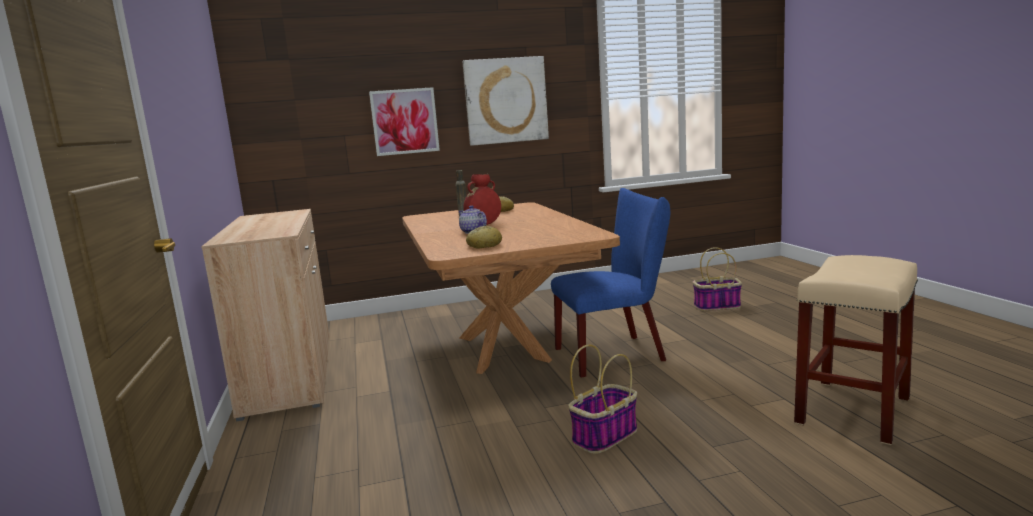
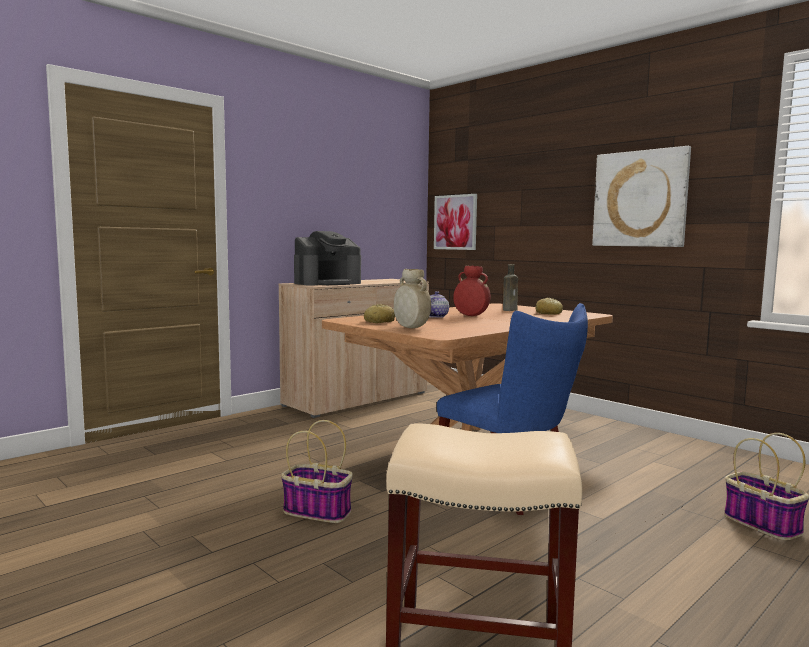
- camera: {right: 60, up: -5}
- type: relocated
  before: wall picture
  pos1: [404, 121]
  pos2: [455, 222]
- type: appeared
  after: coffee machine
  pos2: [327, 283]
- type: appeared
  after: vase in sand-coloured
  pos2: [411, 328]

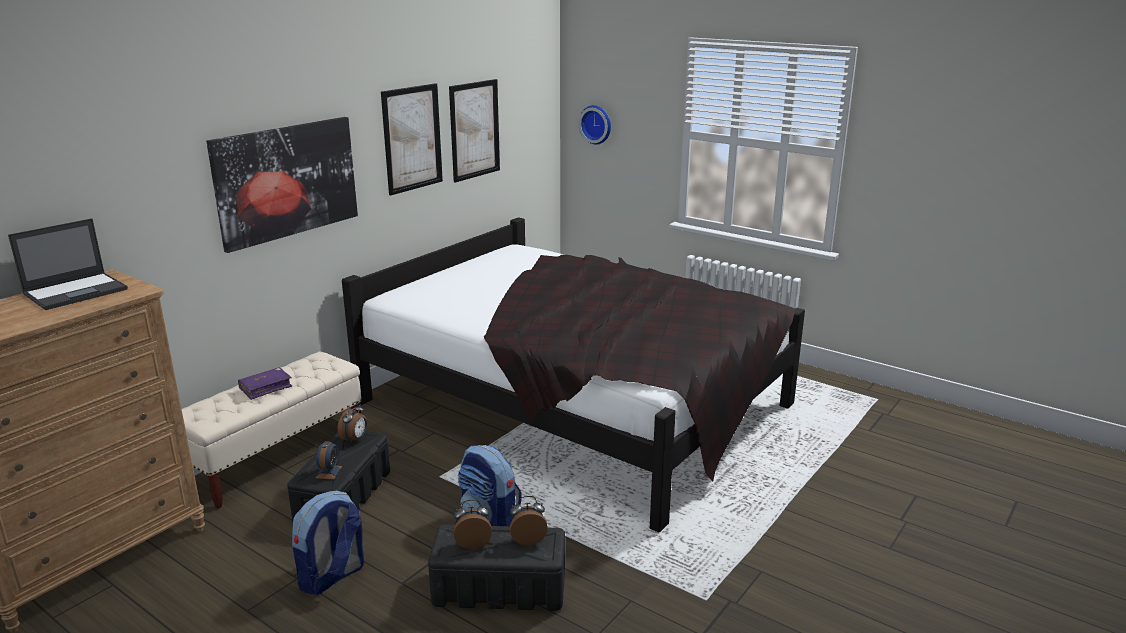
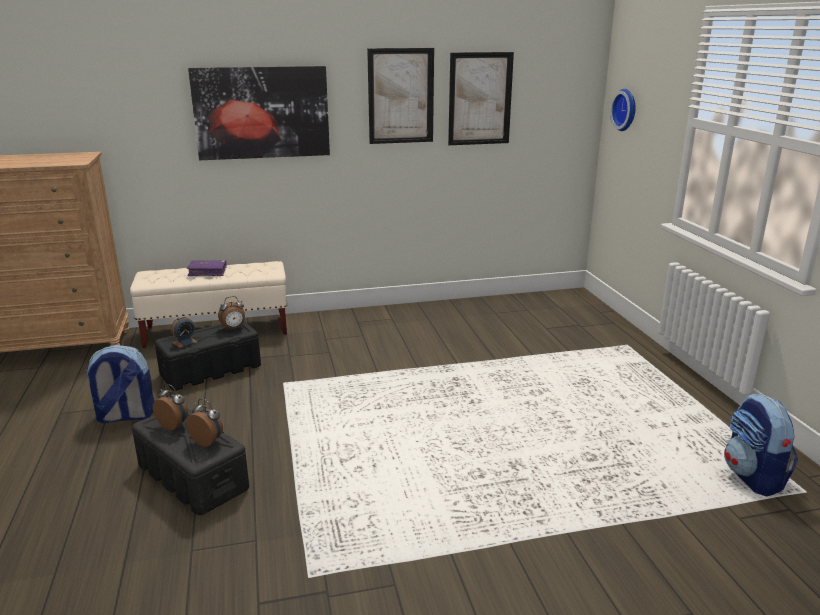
- camera: {right: 40, up: 0}
- type: missing
  before: bed in blackish
  pos1: [577, 403]
- type: missing
  before: notebook computer
  pos1: [77, 291]
- type: relocated
  before: rucksack
  pos1: [490, 522]
  pos2: [753, 477]

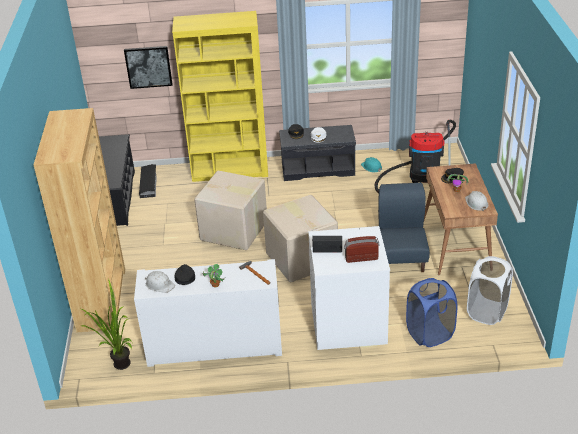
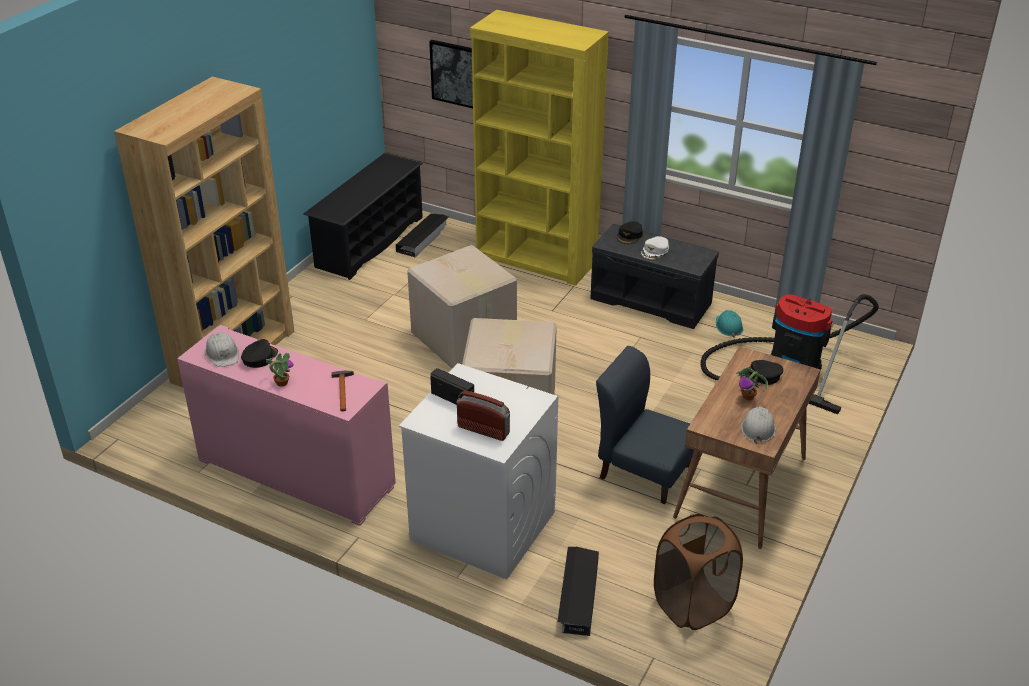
- camera: {right: 30, up: 0}
- type: spun
  before: upright chair in bluish
  pos1: [402, 259]
  pos2: [644, 471]
  turn: -90
- type: colour
  before: washing basket in whitish
  after: washing basket in brown
  pos1: [487, 312]
  pos2: [692, 605]
- type: colour
  before: storage cabinet in whitish
  after: storage cabinet in pink-coloured
  pos1: [214, 346]
  pos2: [296, 473]
- type: exchanged
  before: washing basket in bluish
  after: storage container in blackish
  pos1: [429, 334]
  pos2: [577, 595]
- type: missing
  before: plant in a pot
  pos1: [118, 366]

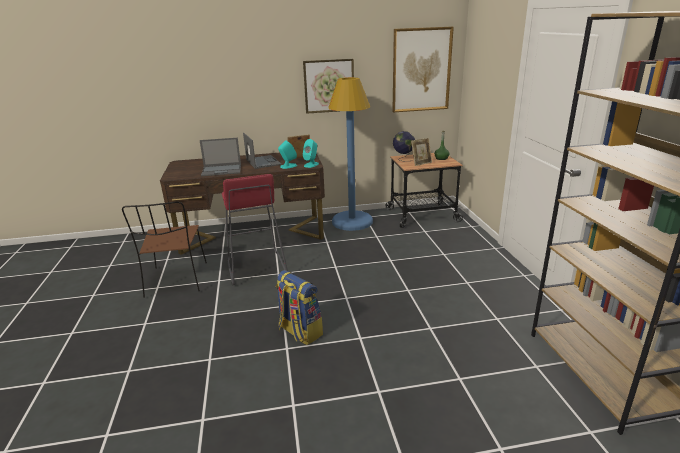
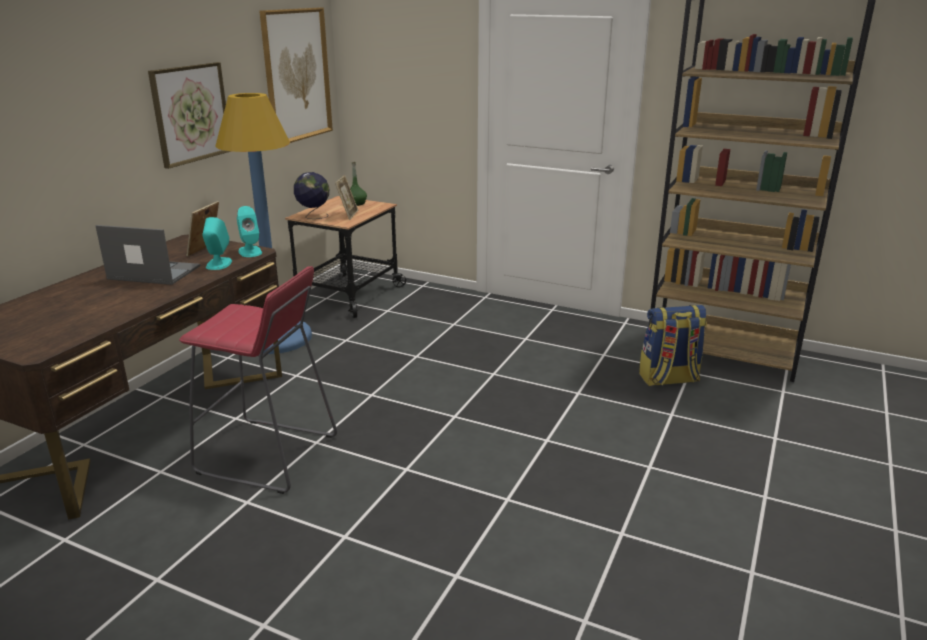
- camera: {right: -55, up: 0}
- type: missing
  before: notebook computer
  pos1: [222, 170]
- type: missing
  before: upright chair in brown
  pos1: [176, 280]
- type: relocated
  before: rucksack
  pos1: [299, 332]
  pos2: [668, 379]

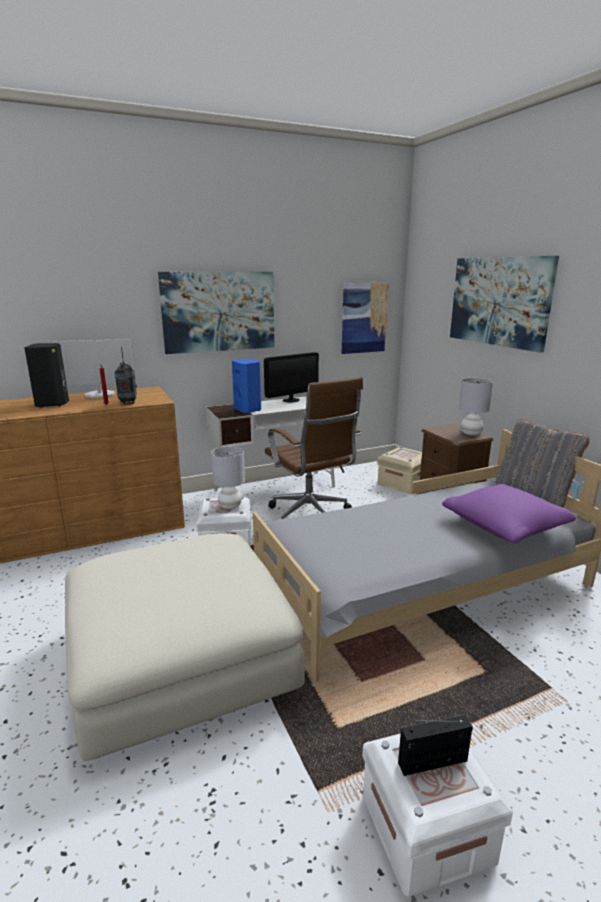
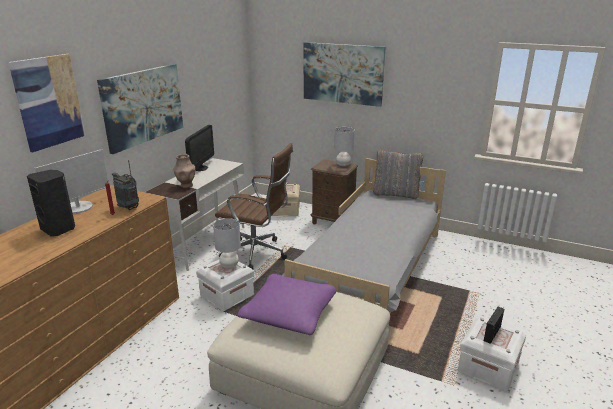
- camera: {right: -40, up: 5}
- type: relocated
  before: wall picture
  pos1: [364, 318]
  pos2: [48, 101]
- type: exchanged
  before: audio speaker in bluish
  after: vase in brown
  pos1: [248, 410]
  pos2: [186, 185]
- type: relocated
  before: pillow in purple-coloured
  pos1: [505, 526]
  pos2: [289, 314]

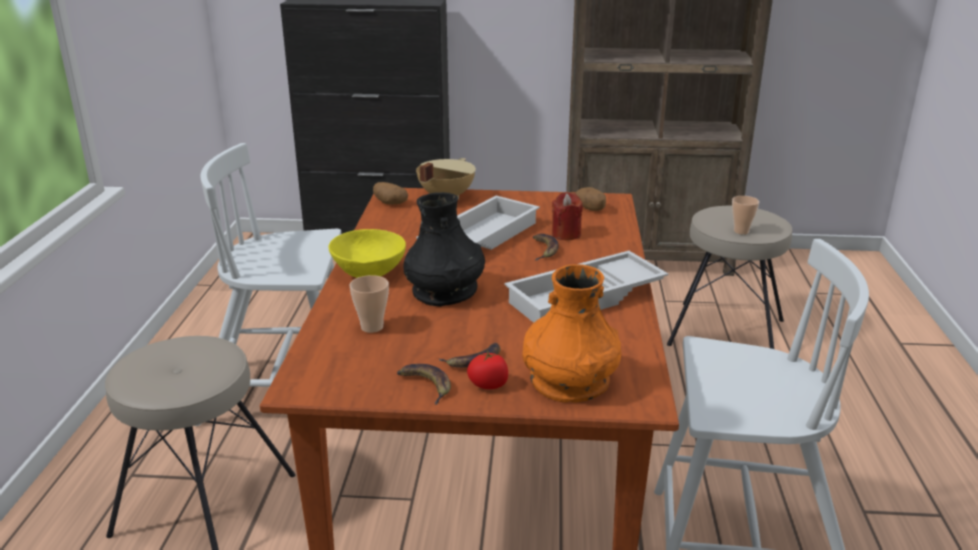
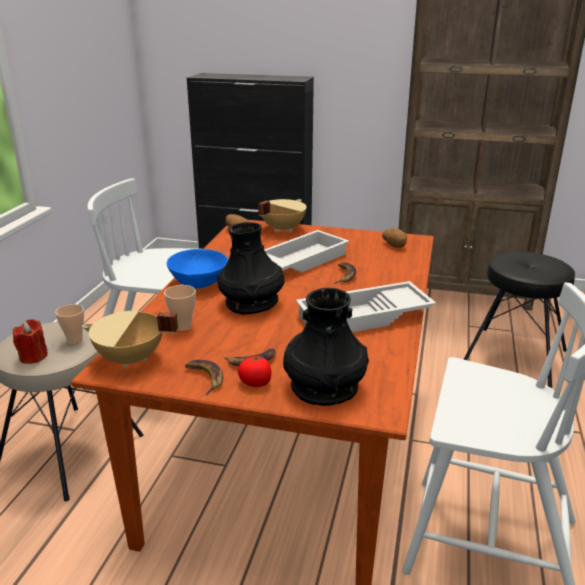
- camera: {right: 10, up: 0}
- type: relocated
  before: candle in red-coloured
  pos1: [566, 234]
  pos2: [33, 356]
- type: relocated
  before: drinking cup
  pos1: [741, 231]
  pos2: [75, 340]
- type: colour
  before: sitting stool in sand-coloured
  after: sitting stool in blackish
  pos1: [726, 331]
  pos2: [515, 355]
- type: colour
  before: deep dish in yellow-coloured
  after: deep dish in bluish
  pos1: [369, 272]
  pos2: [199, 283]
- type: colour
  before: vase in orange-coloured
  after: vase in blackish
  pos1: [569, 380]
  pos2: [324, 386]
- type: appeared
  after: cooking pot in sand-coloured
  pos2: [130, 360]

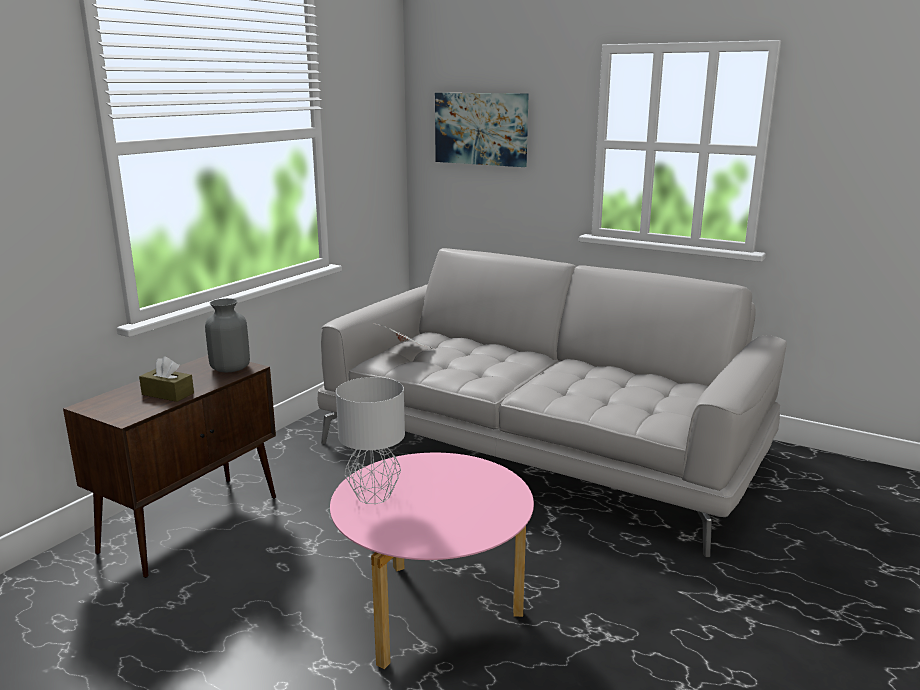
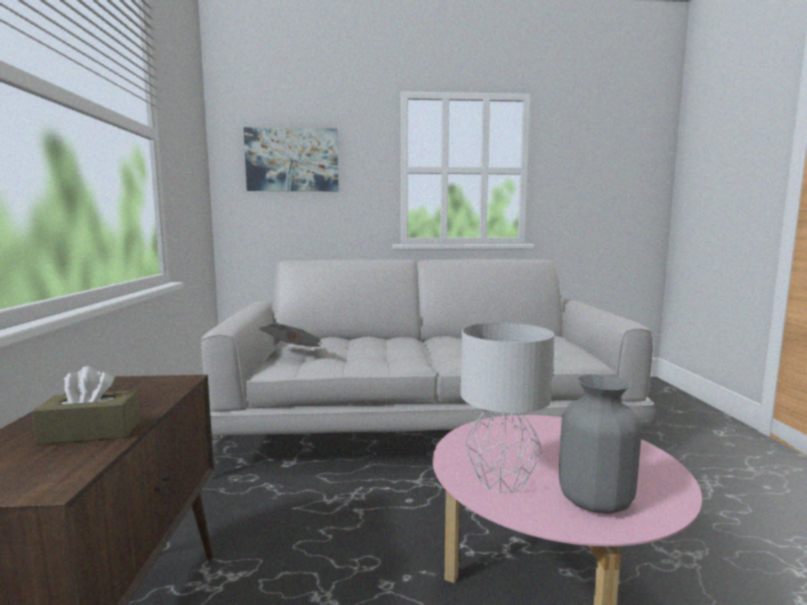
- camera: {right: -35, up: -10}
- type: relocated
  before: vase in greyish
  pos1: [230, 368]
  pos2: [595, 500]

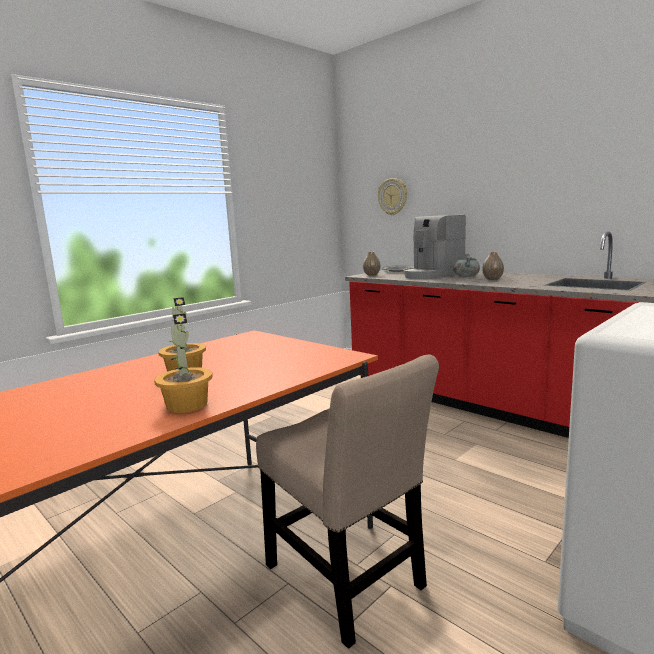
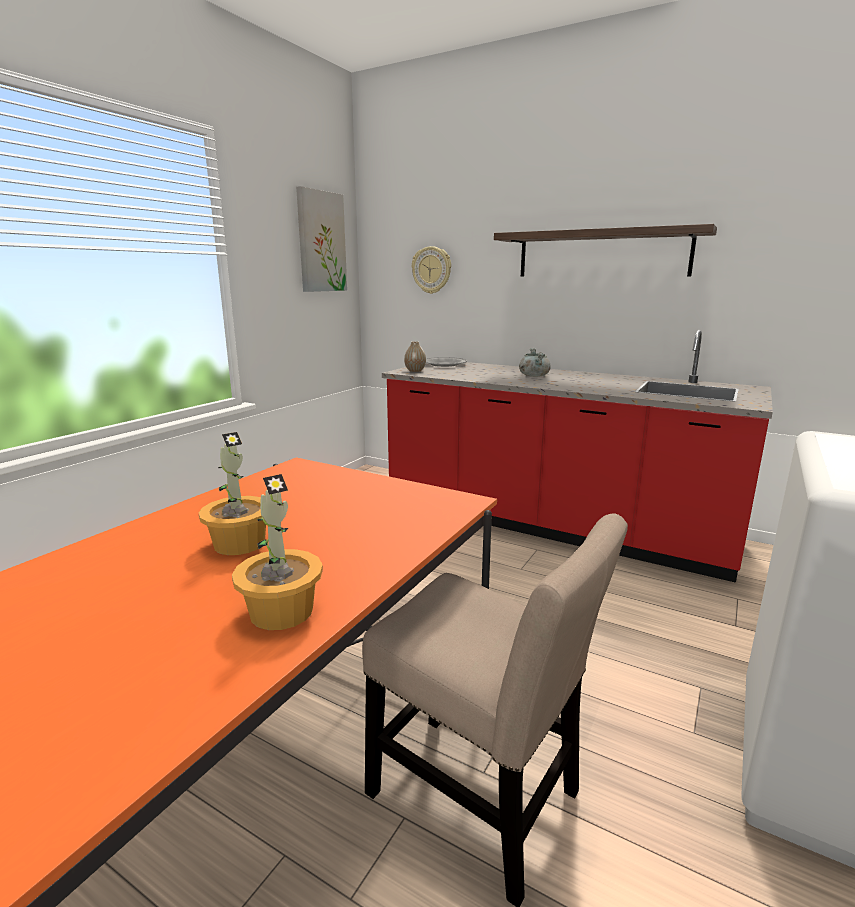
- camera: {right: -15, up: 5}
- type: missing
  before: coffee machine
  pos1: [432, 275]
- type: missing
  before: vase
  pos1: [492, 279]
- type: appeared
  after: wall picture
  pos2: [321, 242]
- type: appeared
  after: bracket shelf
  pos2: [602, 254]

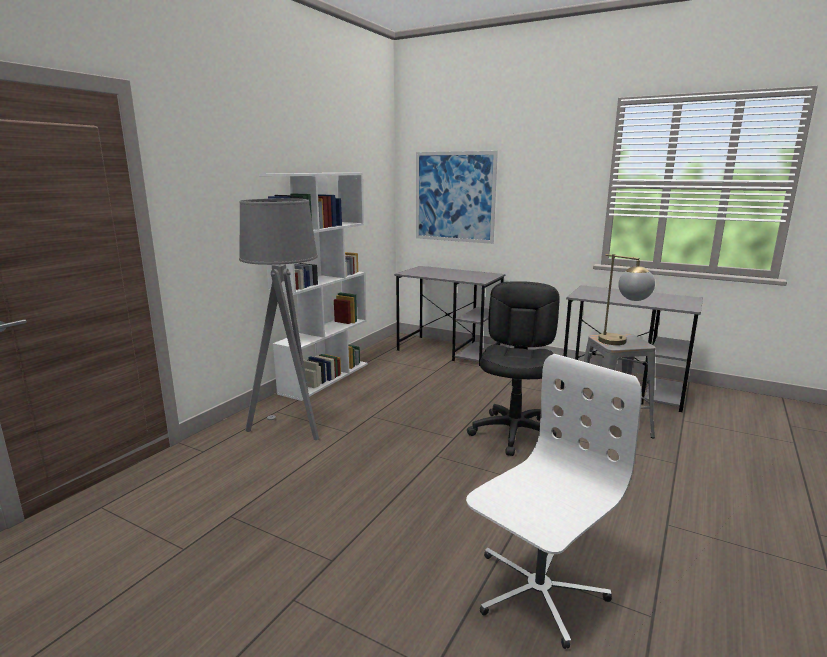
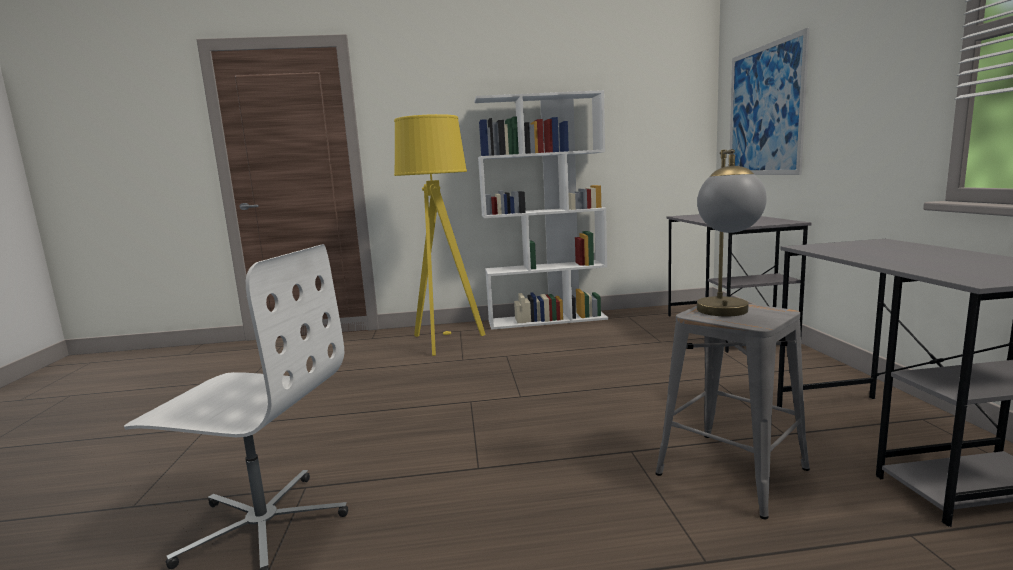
- camera: {right: 55, up: -5}
- type: colour
  before: standard lamp in greyish
  after: standard lamp in yellow-coloured
  pos1: [291, 425]
  pos2: [445, 342]
- type: missing
  before: office chair in blackish
  pos1: [514, 433]

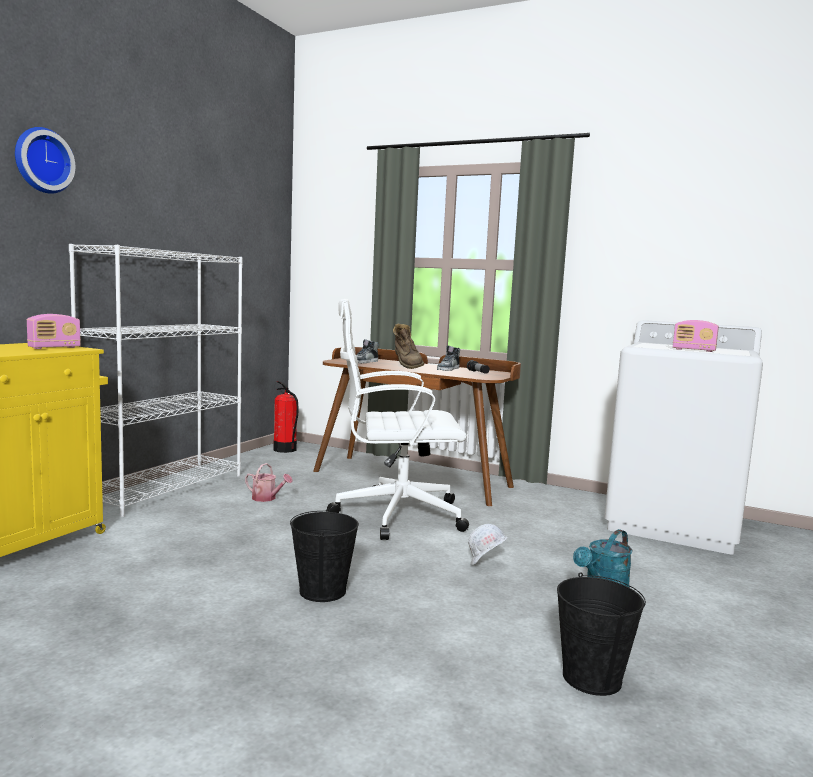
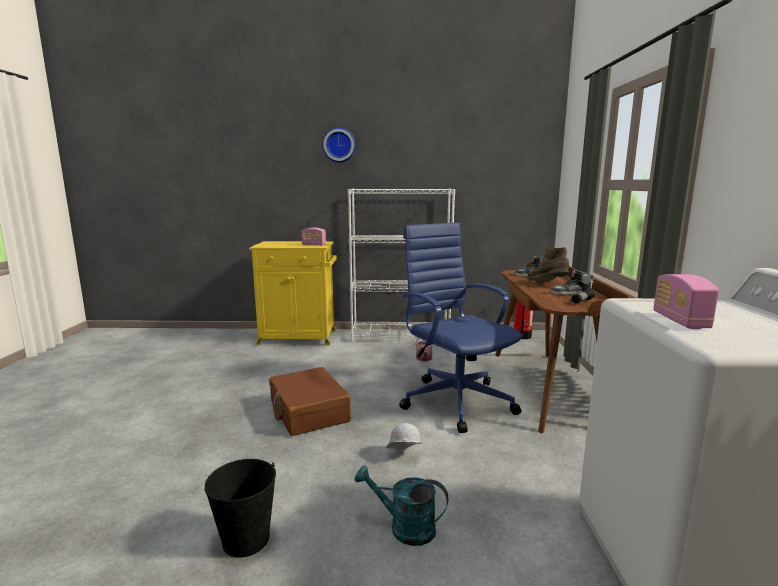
- camera: {right: 65, up: 5}
- type: colour
  before: office chair in whitish
  after: office chair in bluish
  pos1: [395, 514]
  pos2: [456, 400]
- type: spun
  before: tall boot in brown
  pos1: [406, 366]
  pos2: [547, 284]
  turn: 105
- type: exchanged
  before: water bucket in blackish
  after: suitcase in brown
  pos1: [323, 591]
  pos2: [308, 411]

